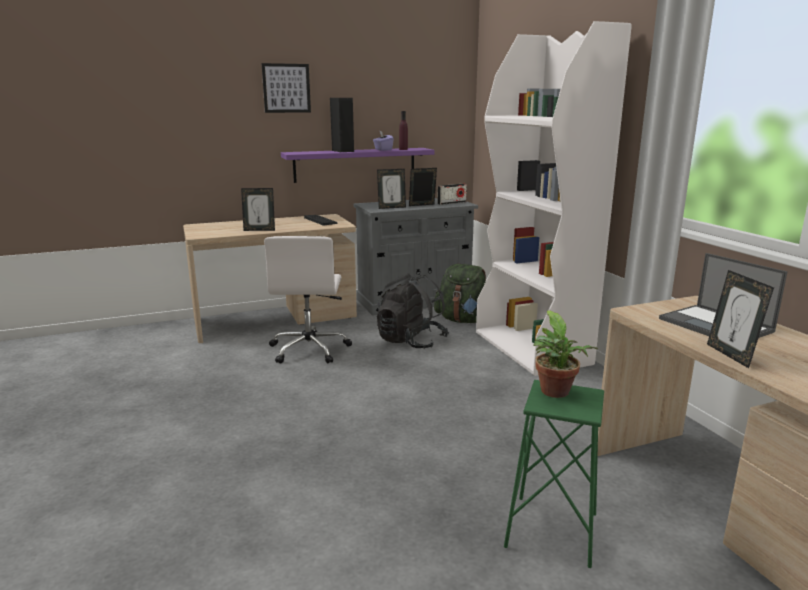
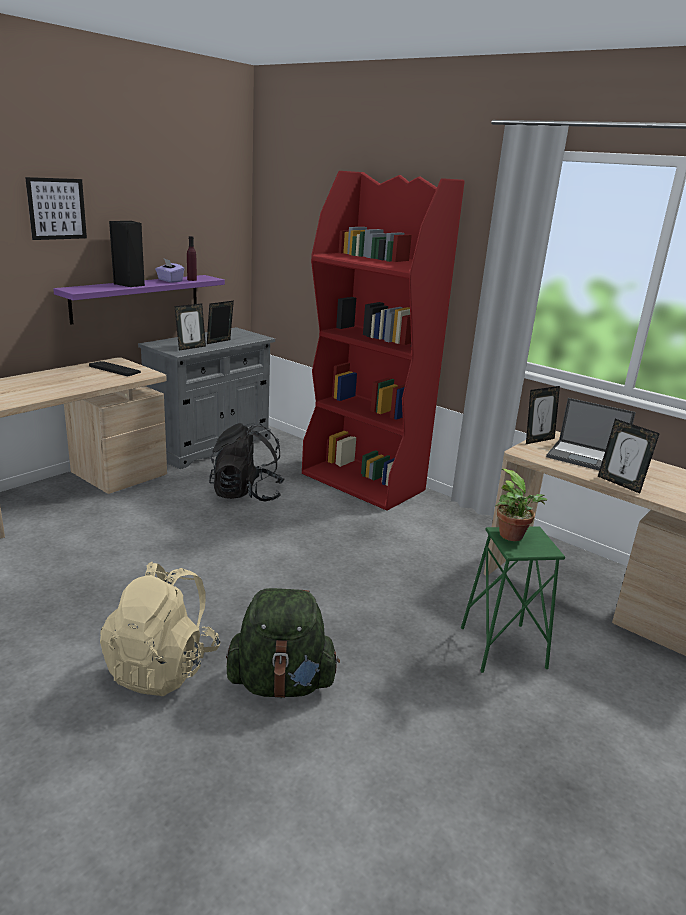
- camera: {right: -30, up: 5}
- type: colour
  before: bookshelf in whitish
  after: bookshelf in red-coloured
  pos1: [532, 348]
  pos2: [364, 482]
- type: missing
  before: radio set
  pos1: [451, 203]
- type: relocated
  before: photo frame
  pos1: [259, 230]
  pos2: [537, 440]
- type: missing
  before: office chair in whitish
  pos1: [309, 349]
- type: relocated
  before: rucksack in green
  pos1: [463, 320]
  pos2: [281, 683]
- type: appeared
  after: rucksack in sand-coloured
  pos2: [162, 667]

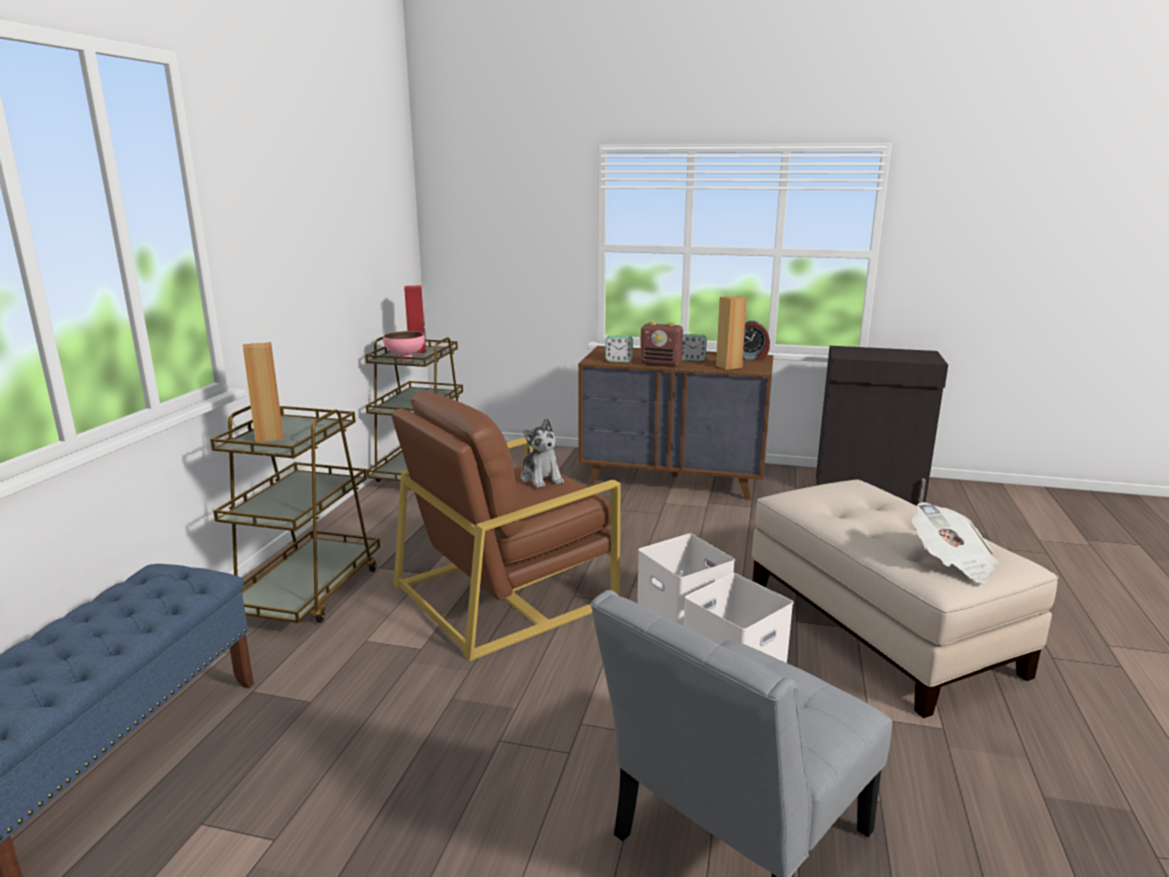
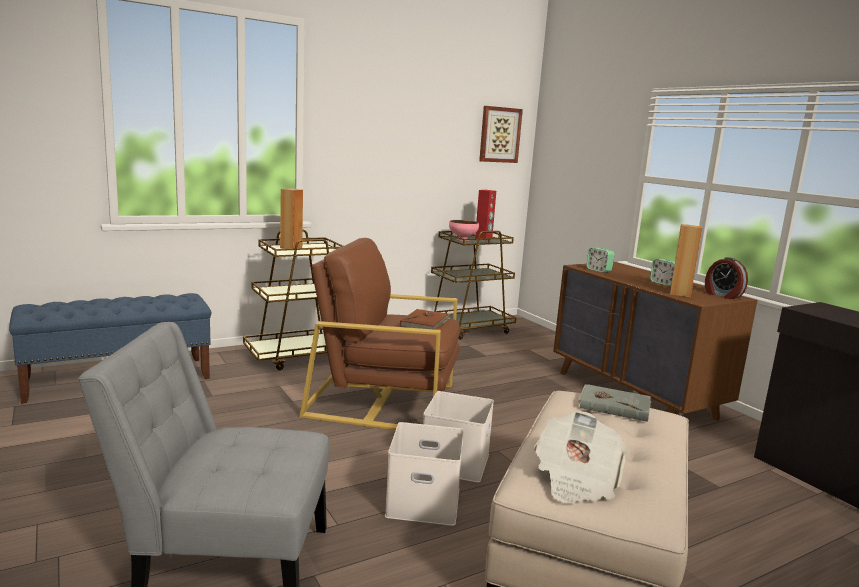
- camera: {right: 45, up: -5}
- type: missing
  before: radio set
  pos1: [661, 364]
- type: exchanged
  before: cuddly toy
  after: book in brown
  pos1: [541, 478]
  pos2: [425, 323]
- type: appeared
  after: wall picture
  pos2: [499, 135]
- type: appeared
  after: book in greyish
  pos2: [614, 405]

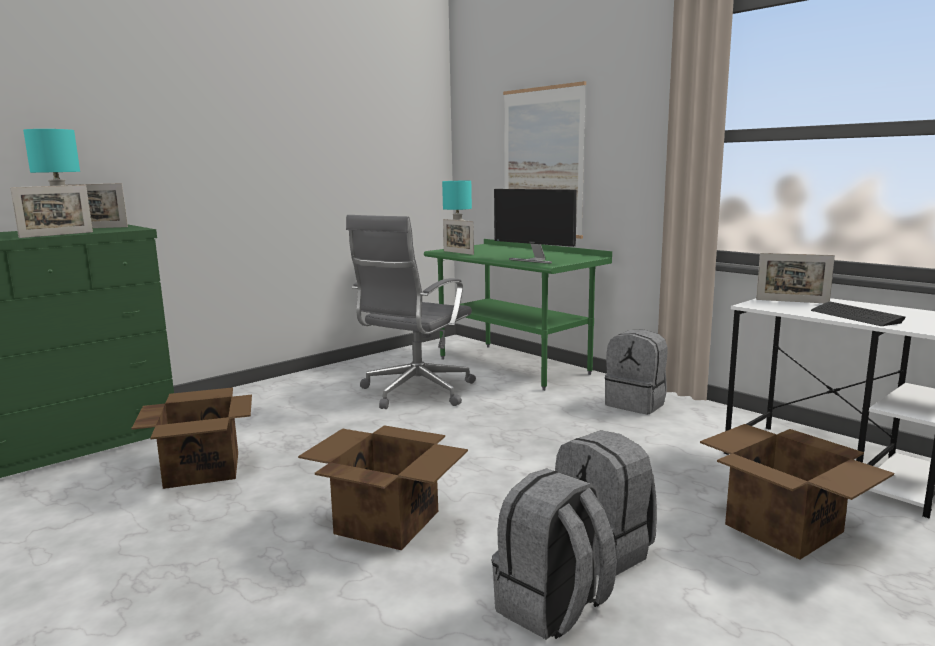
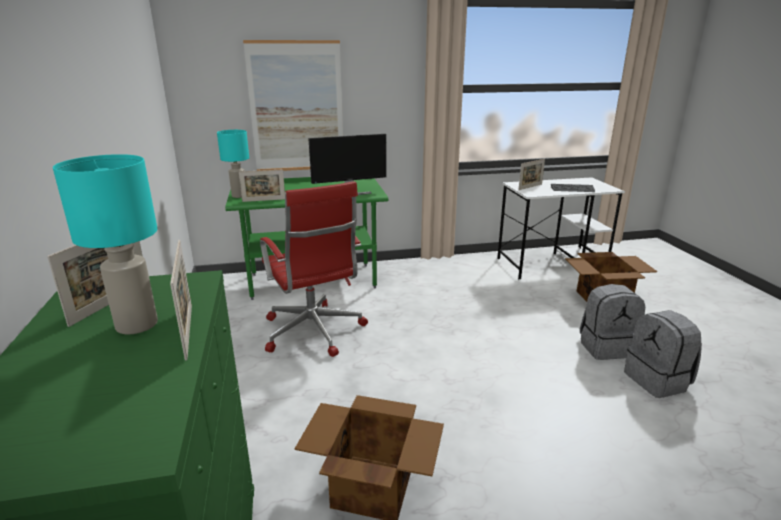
- camera: {right: -60, up: 10}
- type: colour
  before: office chair in greyish
  after: office chair in red-coloured
  pos1: [415, 392]
  pos2: [314, 332]
- type: missing
  before: rucksack in greyish
  pos1: [636, 404]
- type: missing
  before: cardboard box
  pos1: [386, 521]

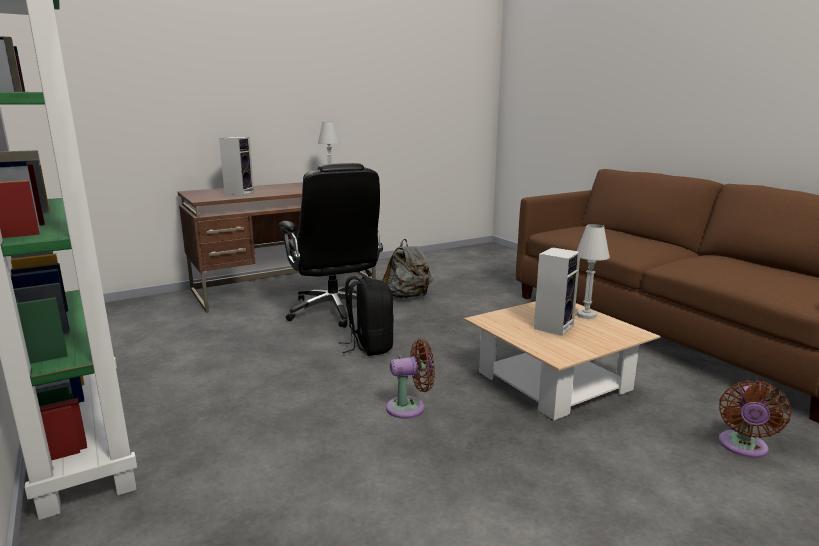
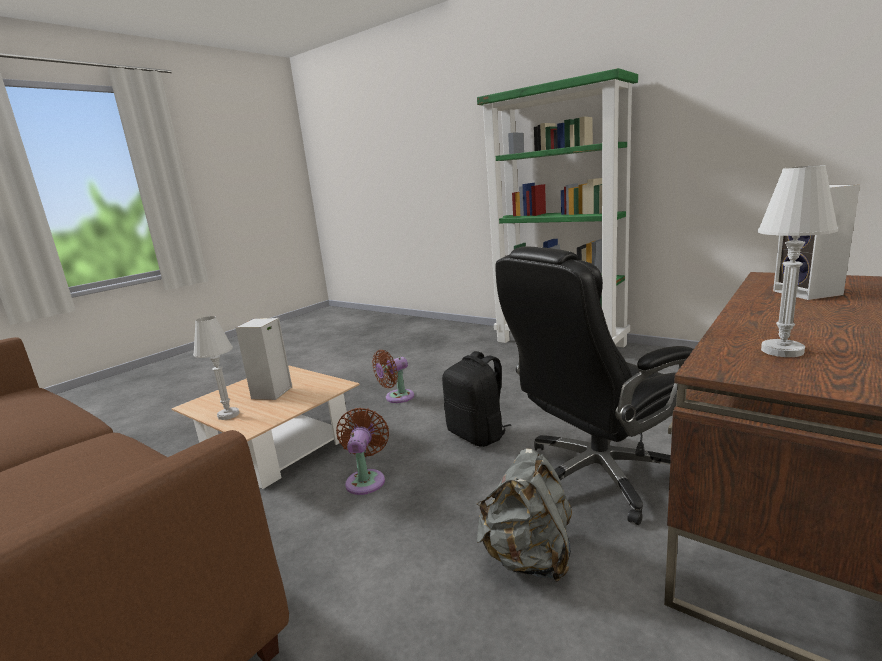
- camera: {right: 160, up: 0}
- type: spun
  before: office chair in blackish
  pos1: [334, 311]
  pos2: [595, 476]
  turn: -75
- type: relocated
  before: electric fan in brown
  pos1: [743, 447]
  pos2: [366, 479]

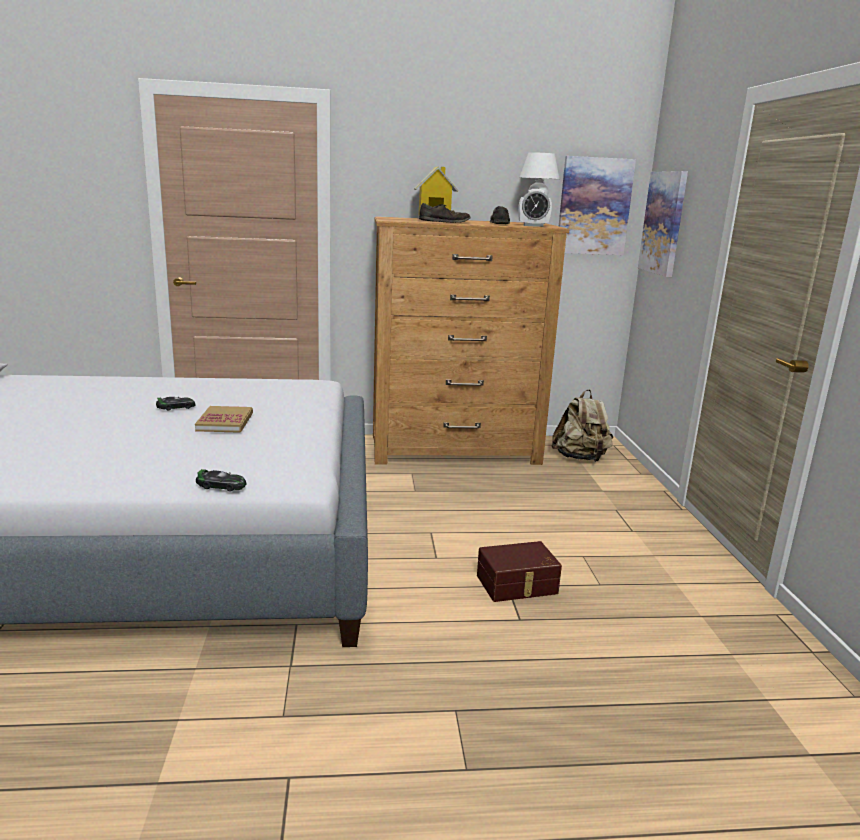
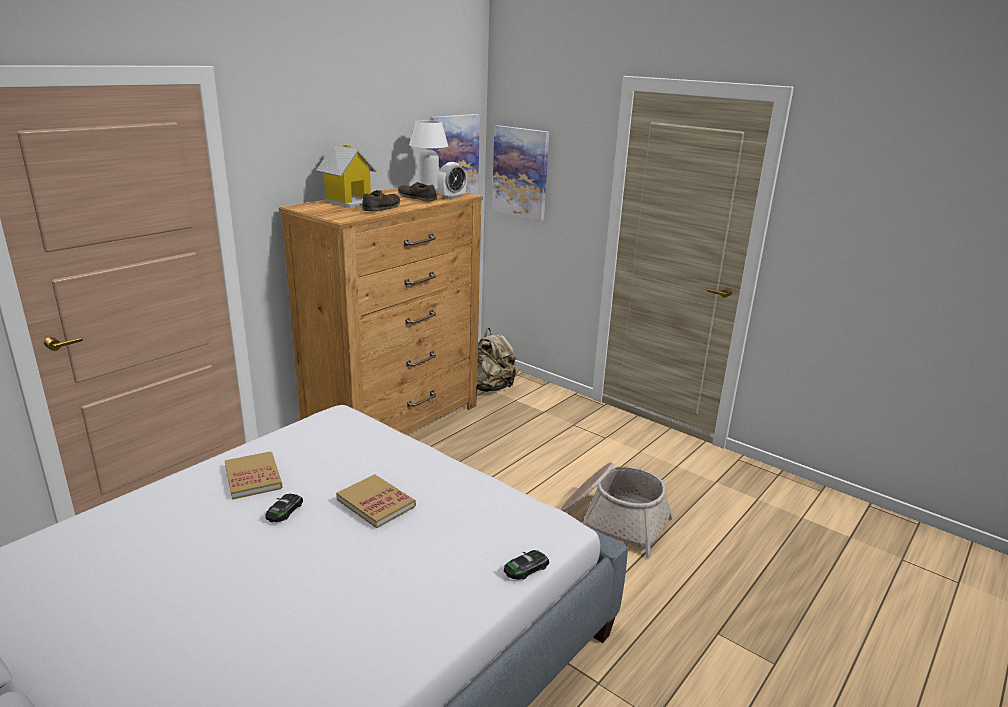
- camera: {right: -45, up: 5}
- type: exchanged
  before: storage container in brown
  after: household basket
  pos1: [517, 585]
  pos2: [613, 520]
- type: appeared
  after: book
  pos2: [253, 477]

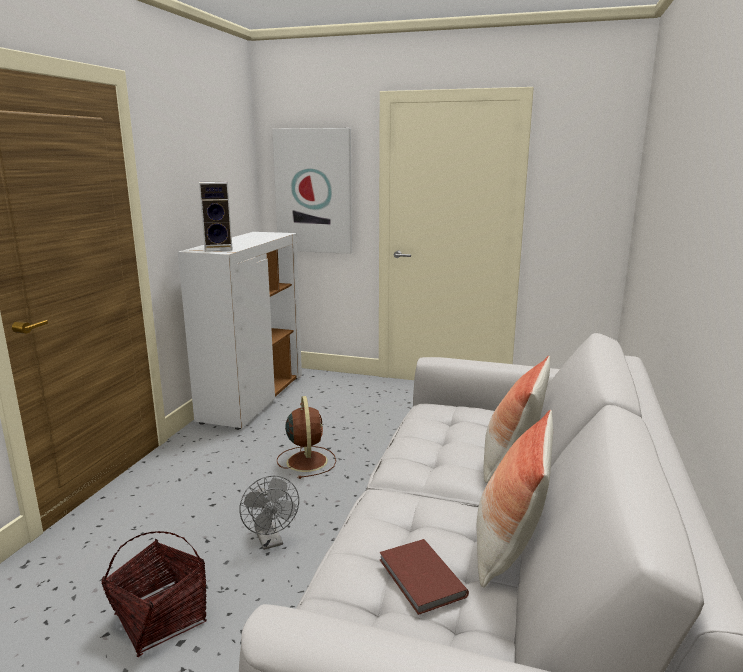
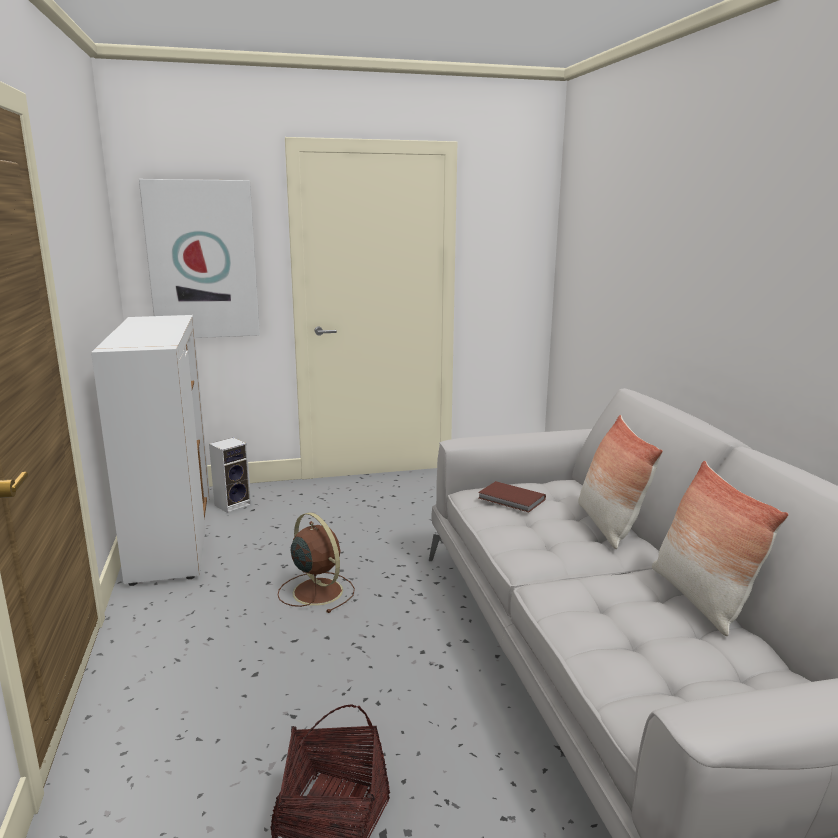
- camera: {right: -30, up: 0}
- type: relocated
  before: audio speaker
  pos1: [219, 249]
  pos2: [233, 504]
- type: missing
  before: electric fan in greyish
  pos1: [271, 541]
- type: relocated
  before: book in brown
  pos1: [420, 579]
  pos2: [511, 499]

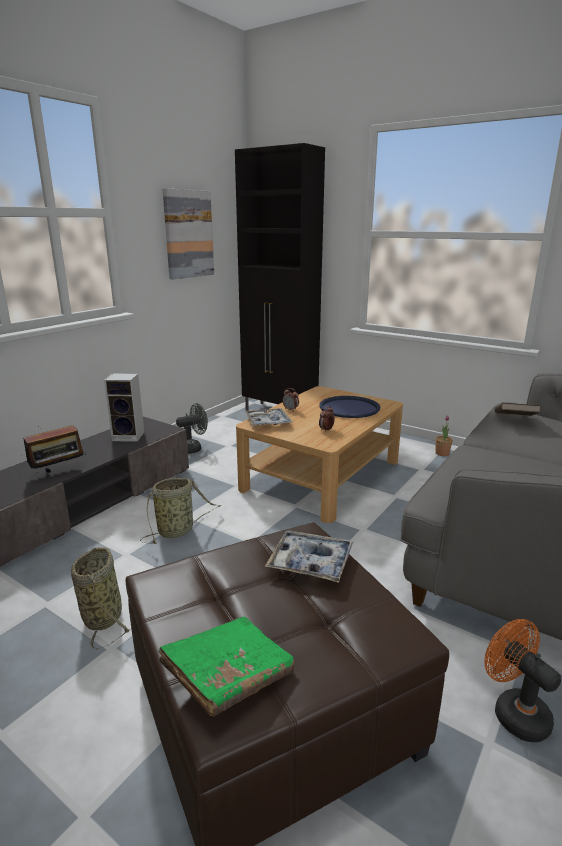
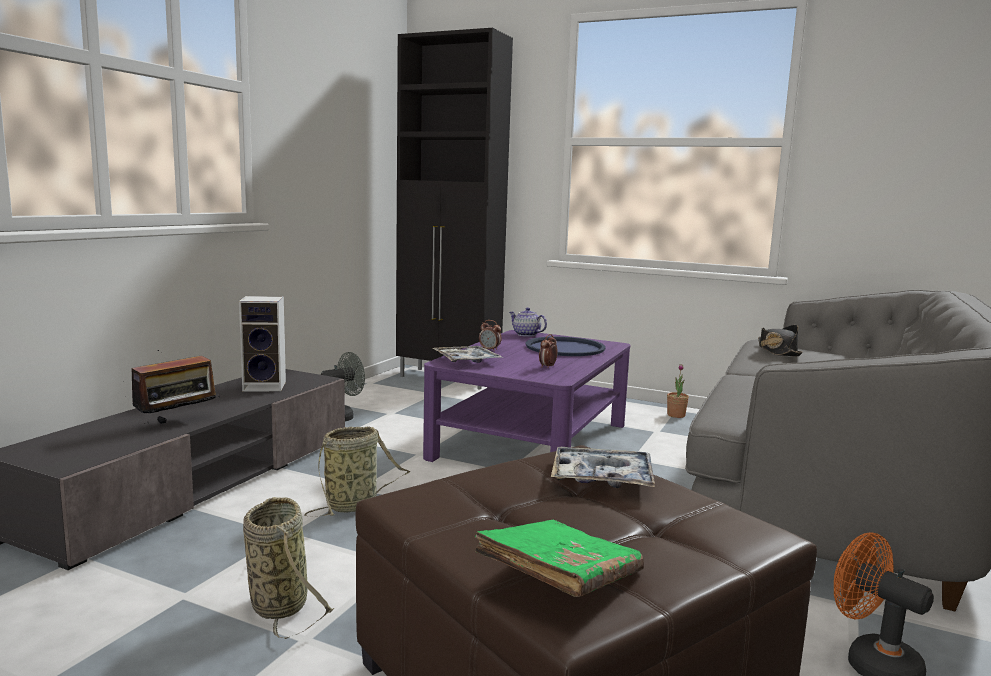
- camera: {right: -10, up: -10}
- type: missing
  before: wall picture
  pos1: [188, 234]
- type: colour
  before: lounge table in sand-coloured
  after: lounge table in purple-coloured
  pos1: [322, 475]
  pos2: [531, 440]
- type: exchanged
  before: book in brown
  after: hat in blackish
  pos1: [514, 420]
  pos2: [777, 351]
- type: appeared
  after: tea pot
  pos2: [526, 334]

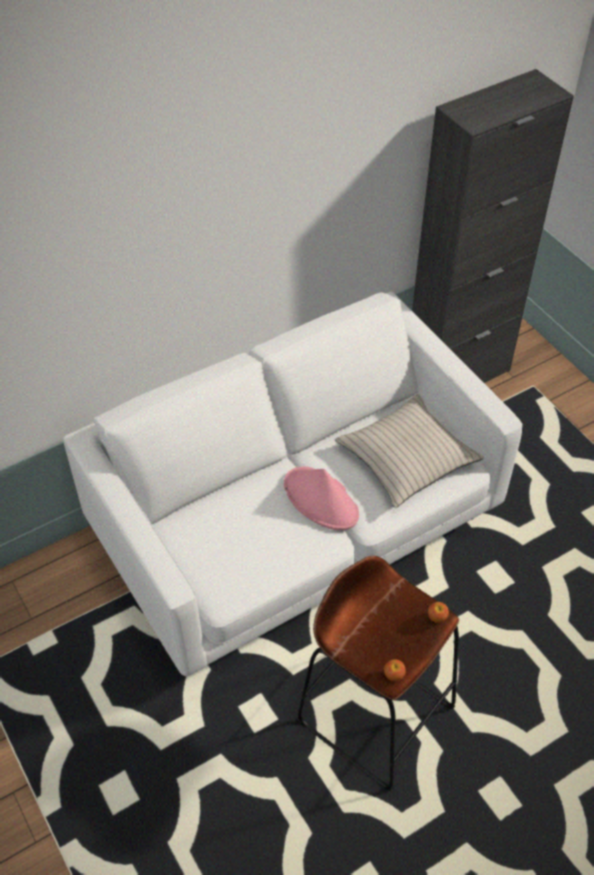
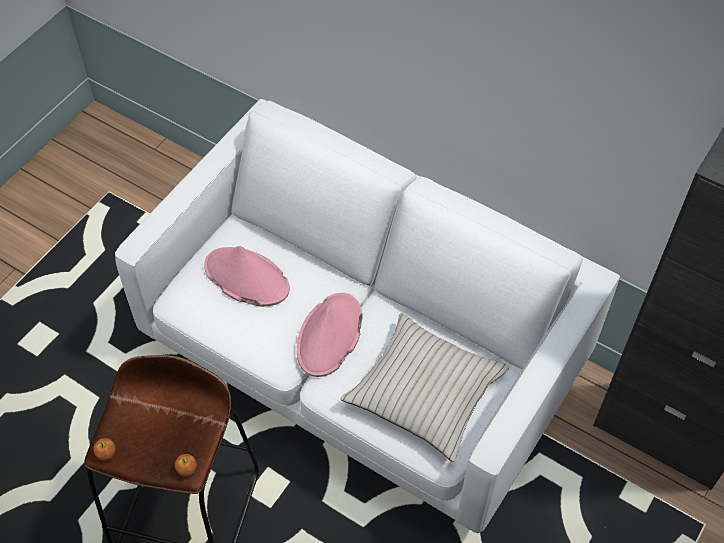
- camera: {right: 65, up: 5}
- type: appeared
  after: hat in pink-coloured
  pos2: [246, 278]

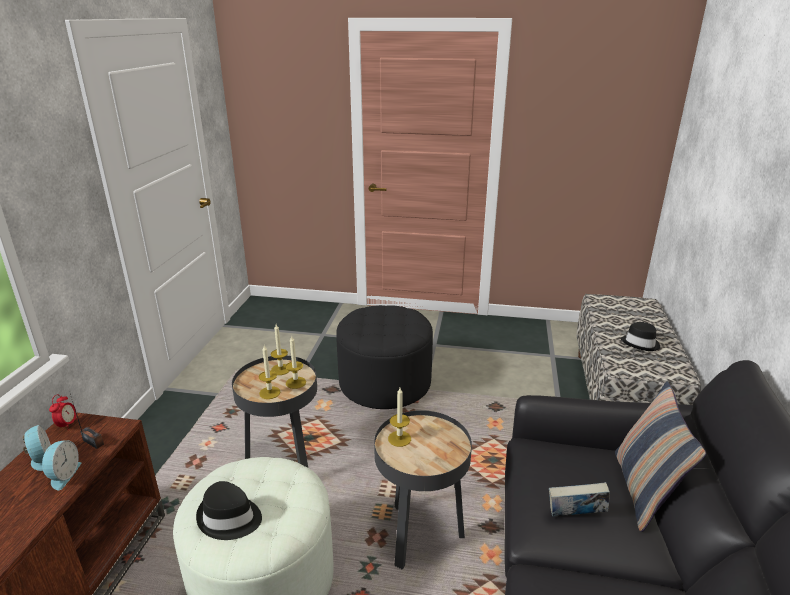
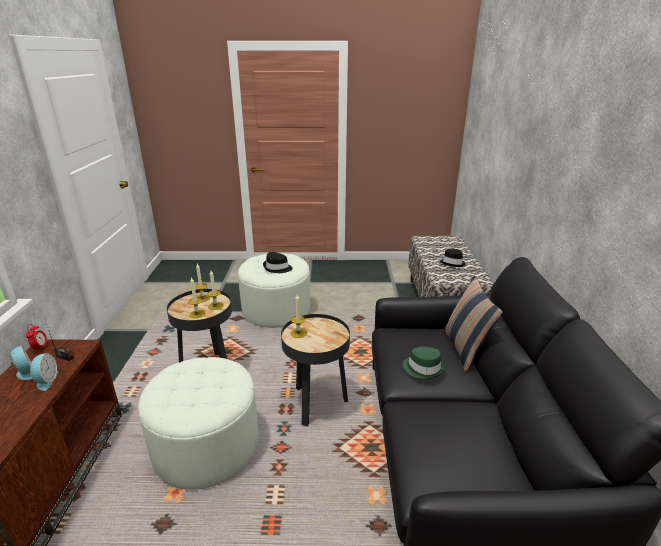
- camera: {right: -10, up: 0}
- type: colour
  before: footrest in blackish
  after: footrest in whitish
  pos1: [385, 382]
  pos2: [276, 310]
- type: relocated
  before: hat in blackish
  pos1: [229, 518]
  pos2: [277, 268]
- type: exchanged
  before: book
  after: hat in green
  pos1: [575, 516]
  pos2: [423, 368]

